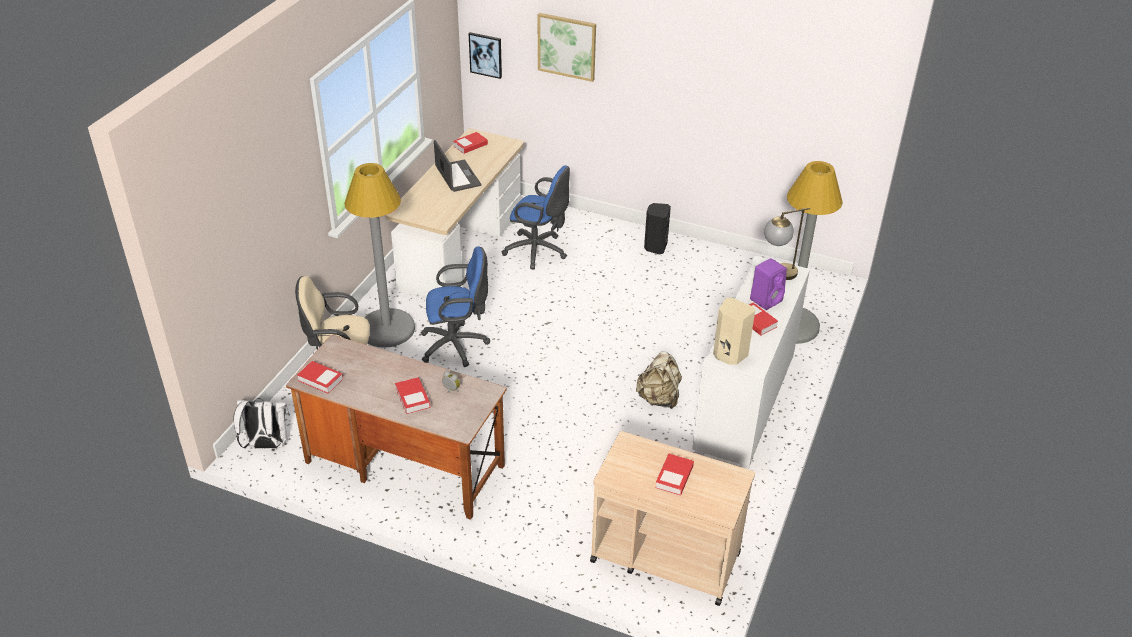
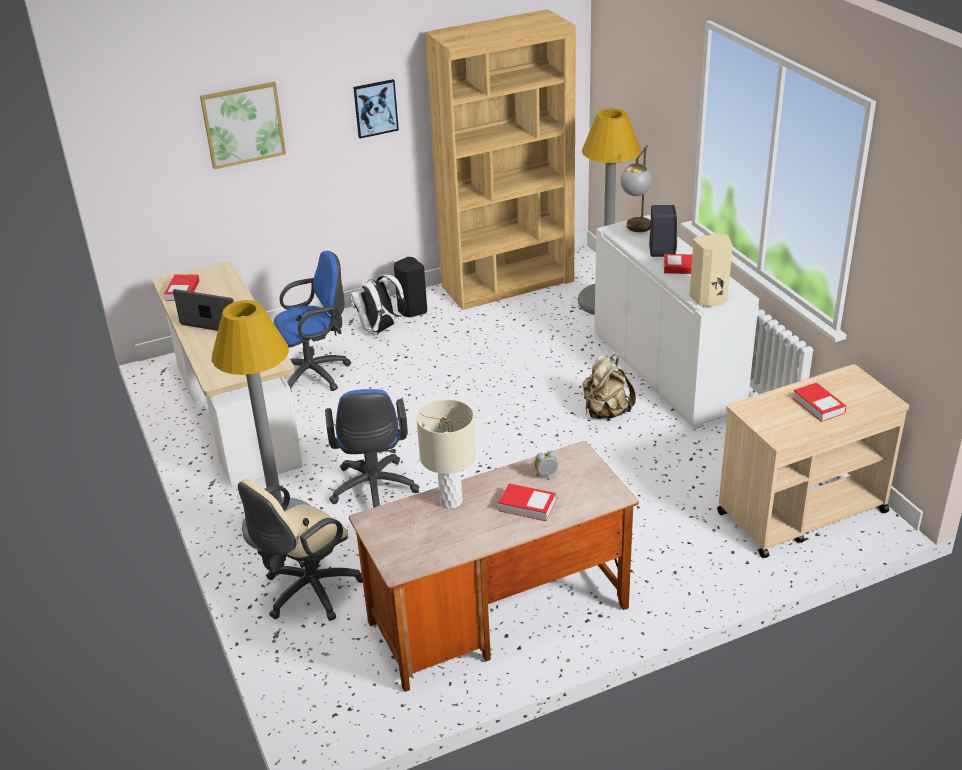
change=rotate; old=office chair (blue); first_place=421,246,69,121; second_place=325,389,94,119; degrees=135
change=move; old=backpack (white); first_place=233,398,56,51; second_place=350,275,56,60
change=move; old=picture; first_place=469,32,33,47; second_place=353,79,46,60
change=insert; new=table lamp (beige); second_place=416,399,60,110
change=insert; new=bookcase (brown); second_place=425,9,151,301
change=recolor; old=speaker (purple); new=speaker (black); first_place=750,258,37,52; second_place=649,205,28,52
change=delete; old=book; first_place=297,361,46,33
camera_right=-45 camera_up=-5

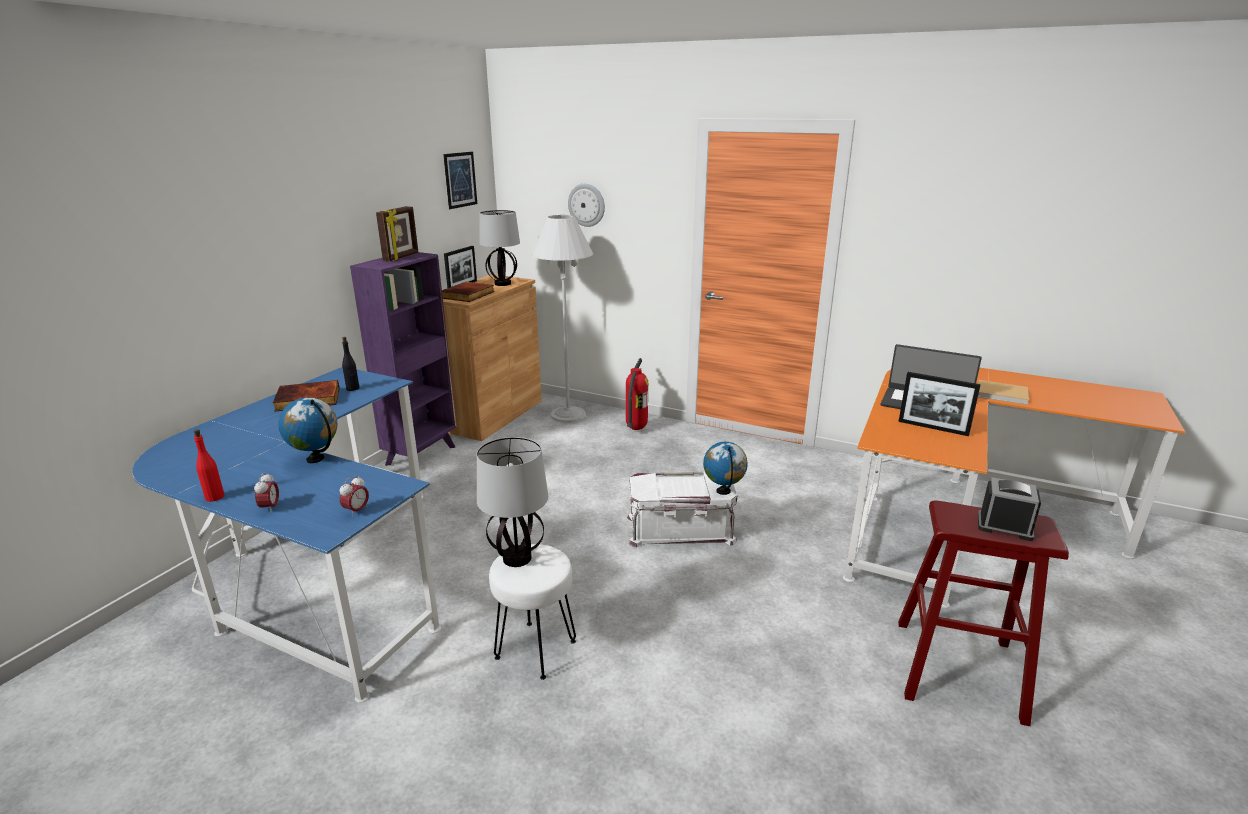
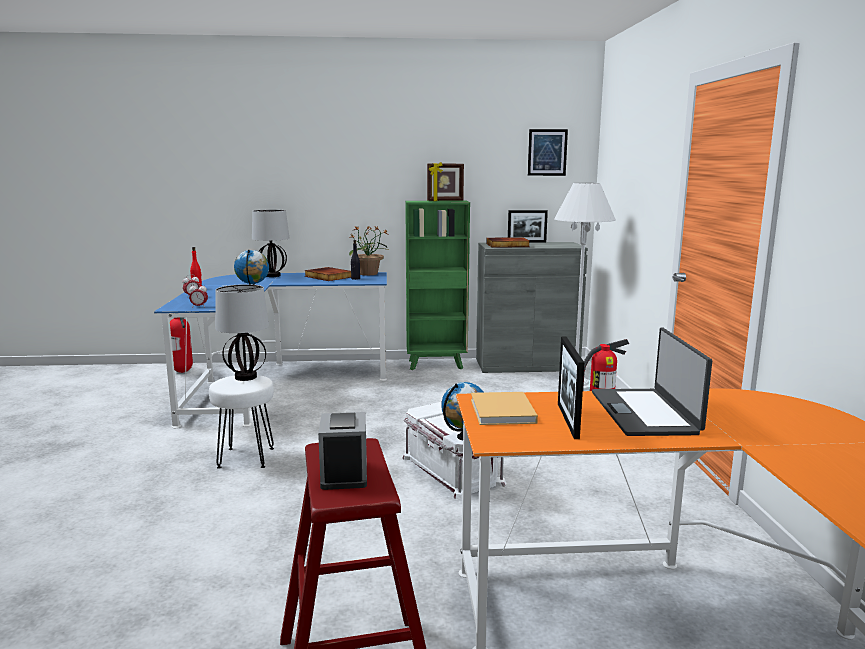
change=insert; new=fire extinguisher; second_place=170,318,23,55
change=move; old=table lamp; first_place=480,210,40,76; second_place=252,209,37,68
change=insert; new=potted plant; second_place=349,225,41,50
change=recolor; old=bookcase (purple); new=bookcase (green); first_place=350,252,107,214; second_place=405,201,65,169
change=move; old=book (beige); first_place=978,380,51,25; second_place=471,392,67,33
change=recolor; old=cabinet (brown); new=cabinet (grey); first_place=443,274,99,167; second_place=476,242,112,131
change=delete; old=wall clock; first_place=568,184,37,43
camera_right=60 camera_up=-10

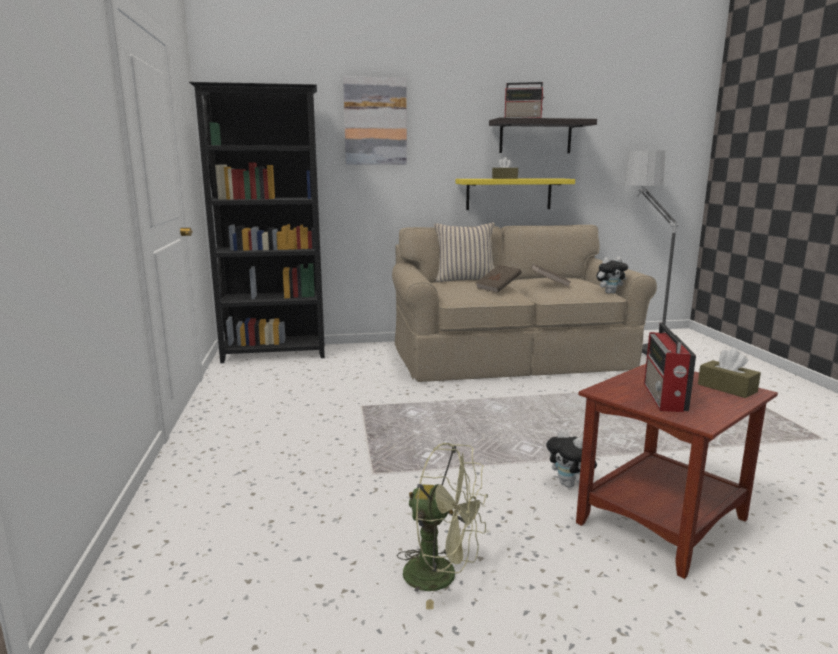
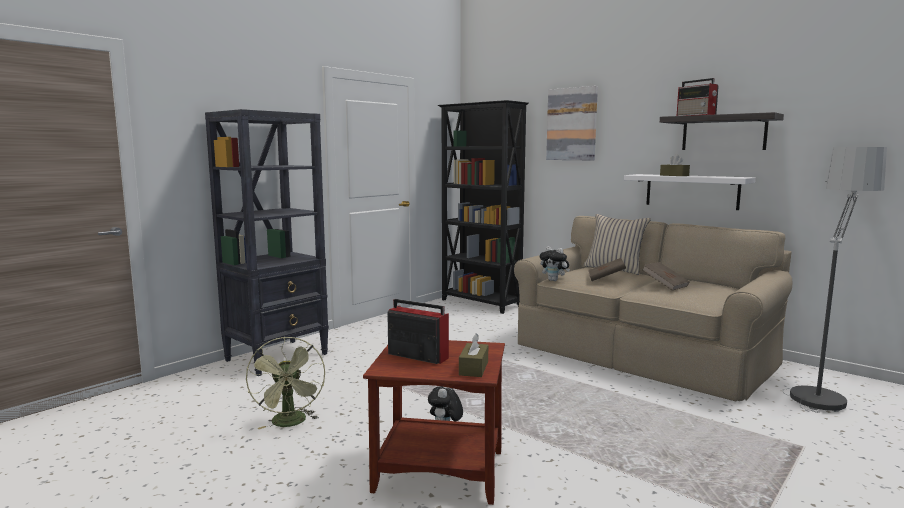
change=insert; new=bookcase (black); second_place=205,109,124,267
change=rotate; old=radio; first_place=644,323,52,89; second_place=387,299,62,65; degrees=60
change=move; old=plush toy; first_place=597,257,31,37; second_place=540,246,30,35
change=recolor; old=shelf (yellow); new=shelf (white); first_place=456,178,119,32; second_place=624,174,132,36
camera_right=50 camera_up=-5

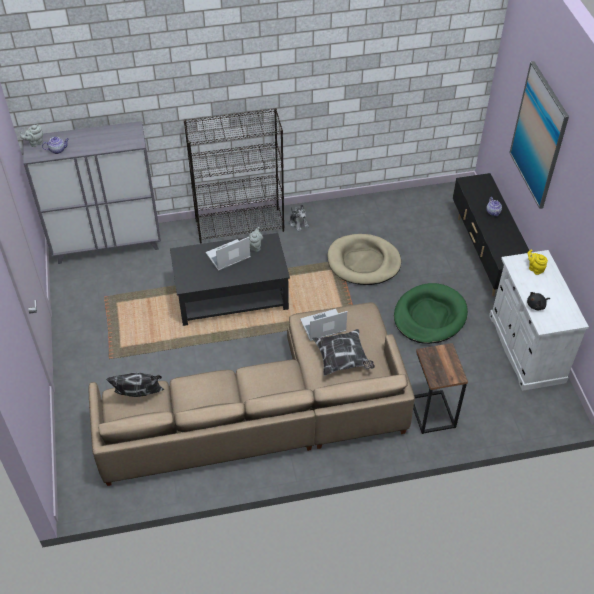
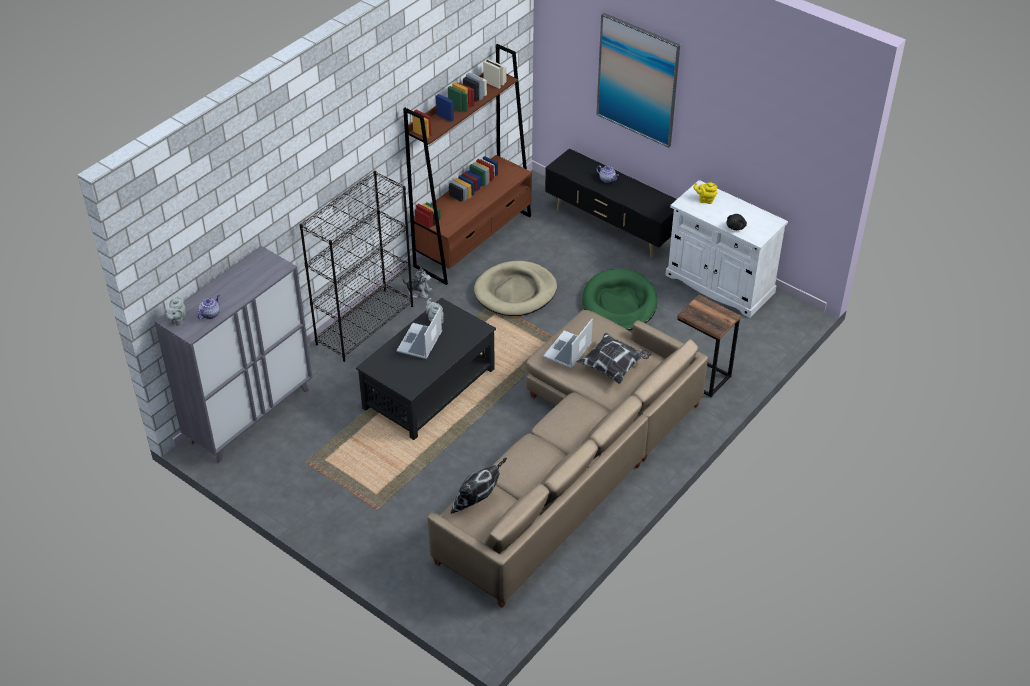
change=insert; new=bookcase (brown); second_place=403,44,129,241
camera_right=-40 camera_up=-5

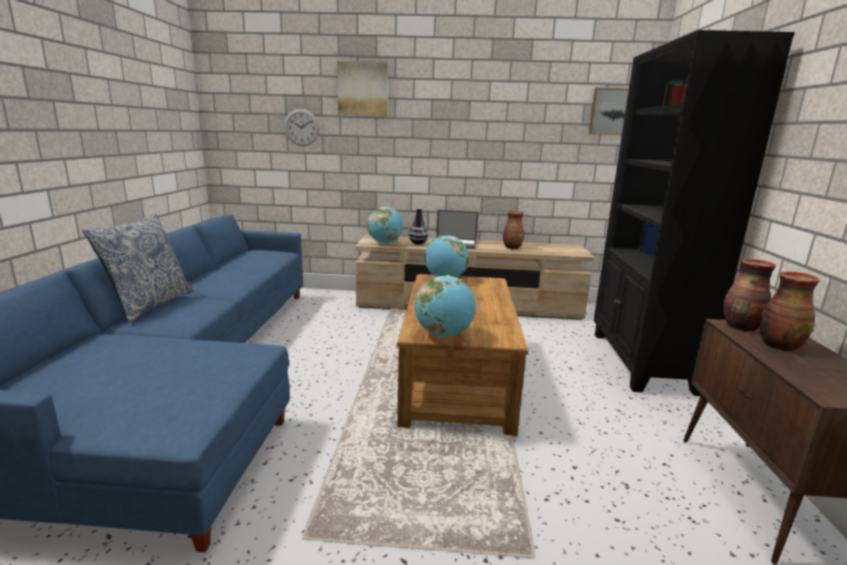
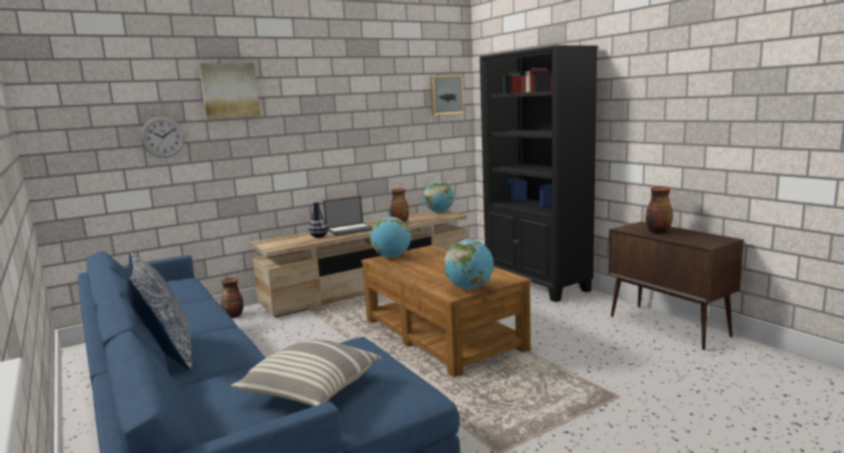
change=move; old=vase; first_place=723,259,53,73; second_place=221,278,22,40
change=insert; new=pillow; second_place=231,340,150,66
change=move; old=globe; first_place=367,207,36,37; second_place=423,181,31,31
camera_right=-35 camera_up=-5

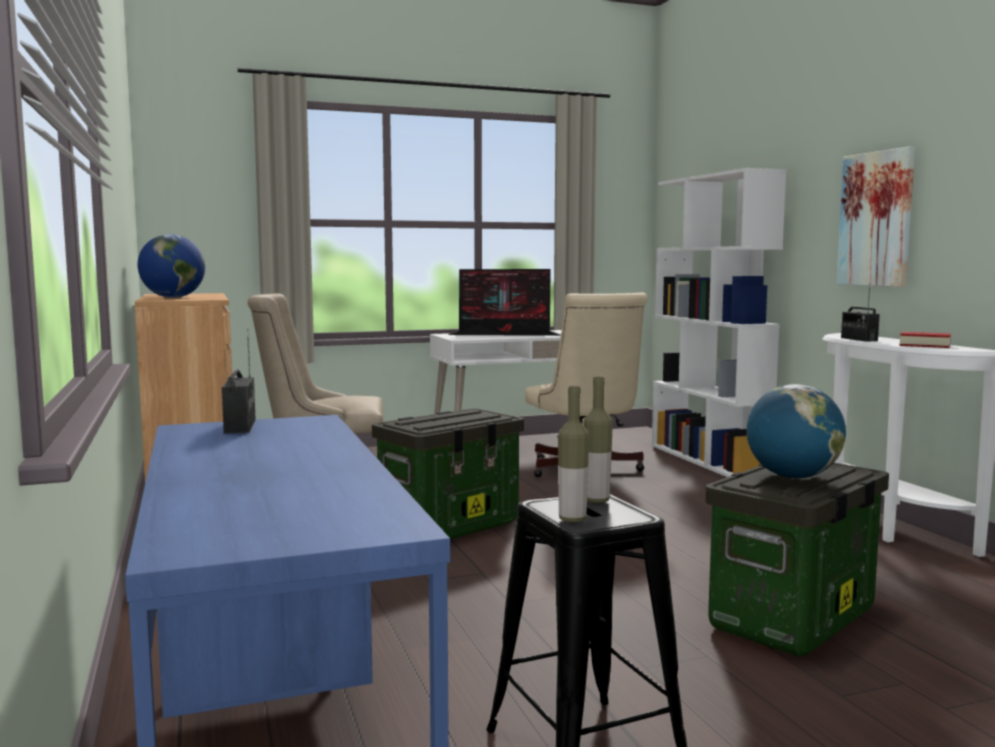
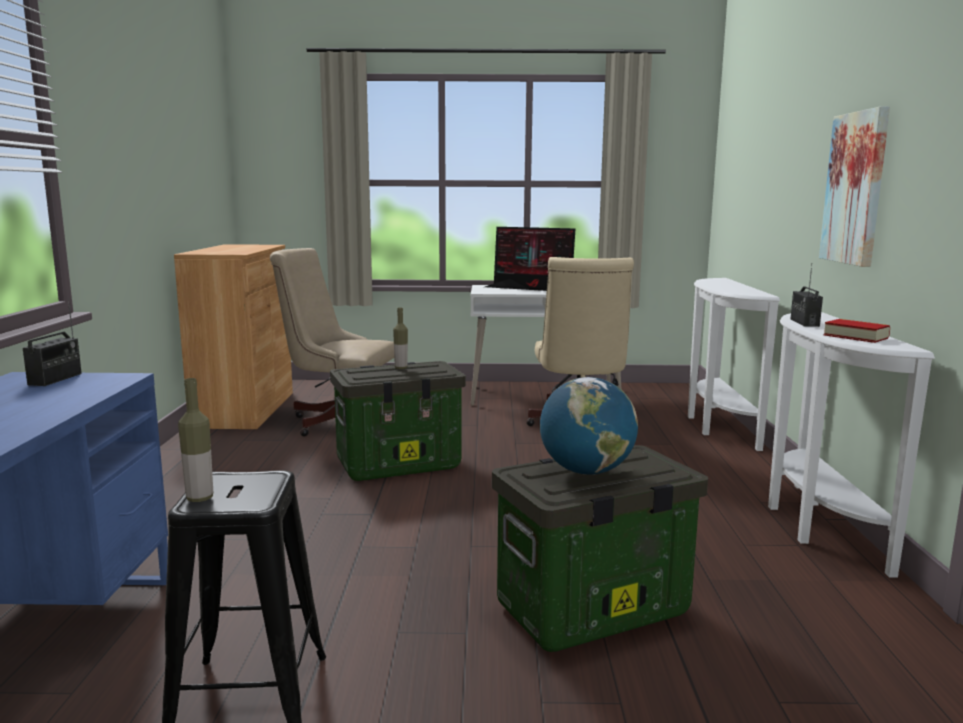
change=move; old=bottle; first_place=584,377,29,126; second_place=393,308,15,61
change=replace; old=bookcase (white); new=console table (white); first_place=652,168,134,309; second_place=688,278,92,173
change=delete; old=globe; first_place=138,234,67,64
camera_right=20 camera_up=5

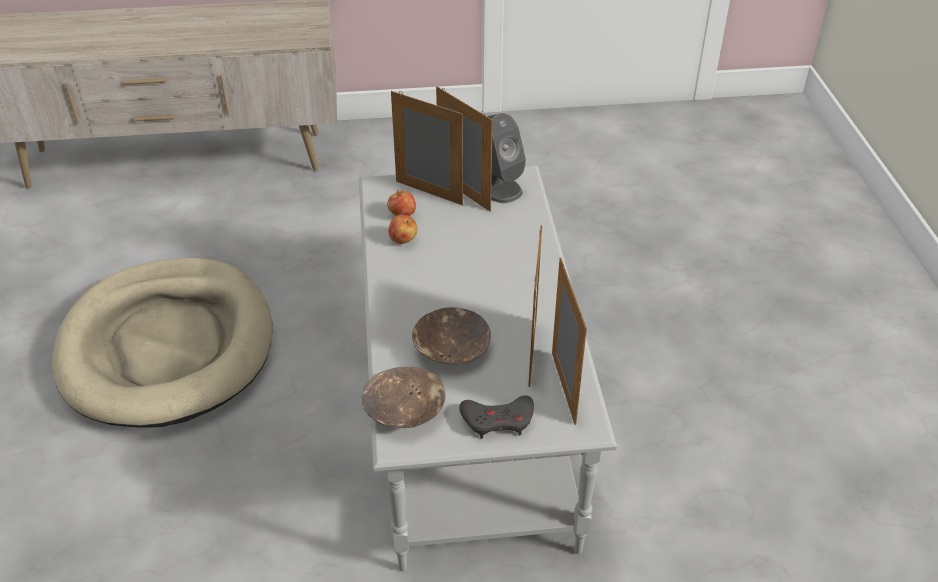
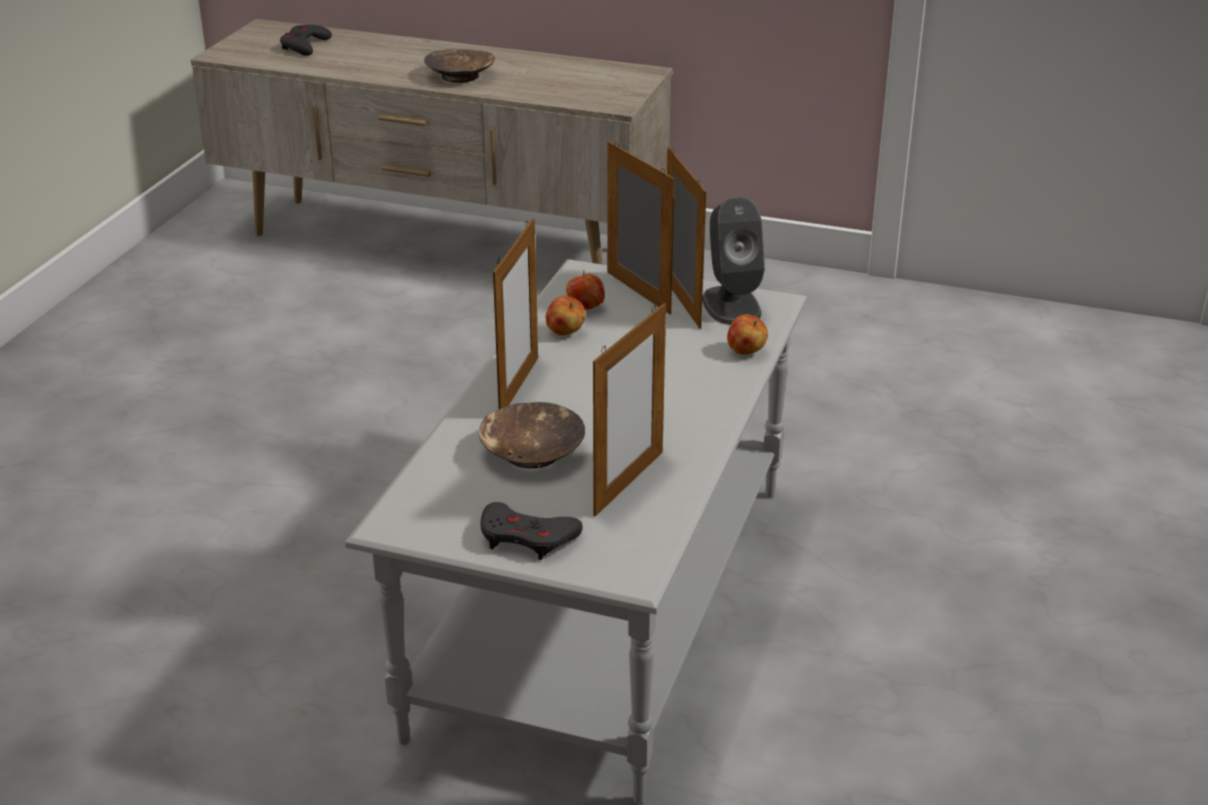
change=insert; new=game controller (grey); second_place=280,25,52,31
change=move; old=bowl (brown); first_place=361,366,84,62; second_place=424,49,71,34
change=move; old=picture frame; first_place=552,258,35,167; second_place=493,218,45,191
change=insert; new=apple; second_place=727,314,41,41
change=delete; old=dog bed (beige); first_place=52,258,220,170
camera_right=25 camera_up=-10

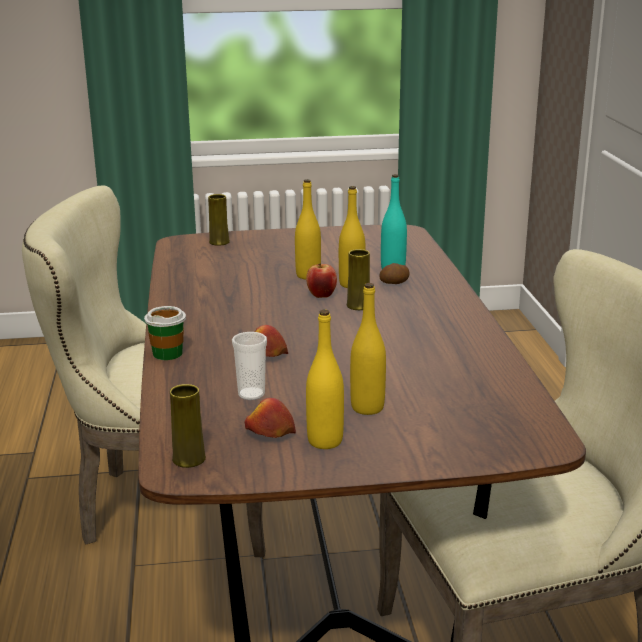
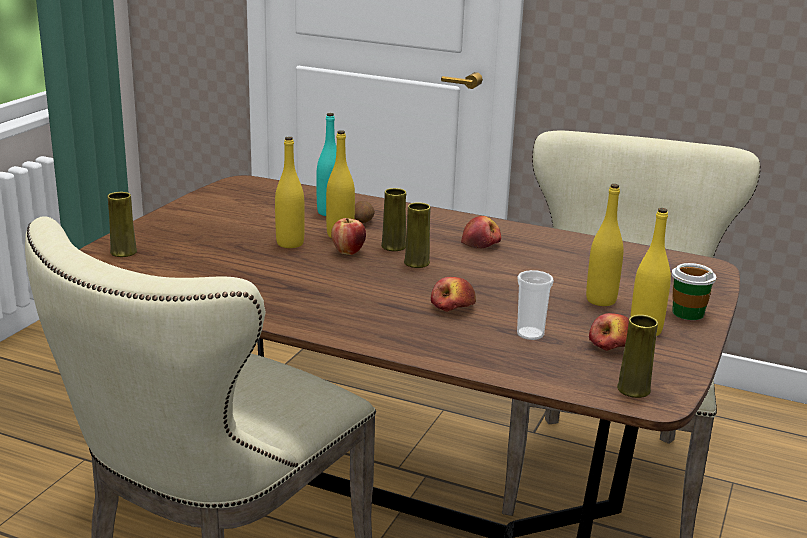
change=insert; new=vase (yellow); second_place=404,202,26,66
change=insert; new=apple; second_place=461,216,40,33
change=move; old=cup; first_place=144,306,42,54; second_place=672,263,44,57
camera_right=-60 camera_up=0

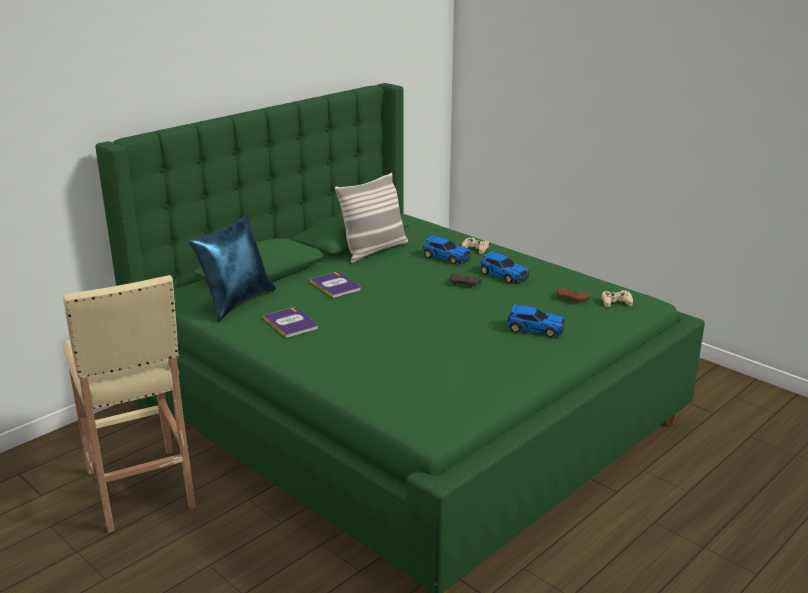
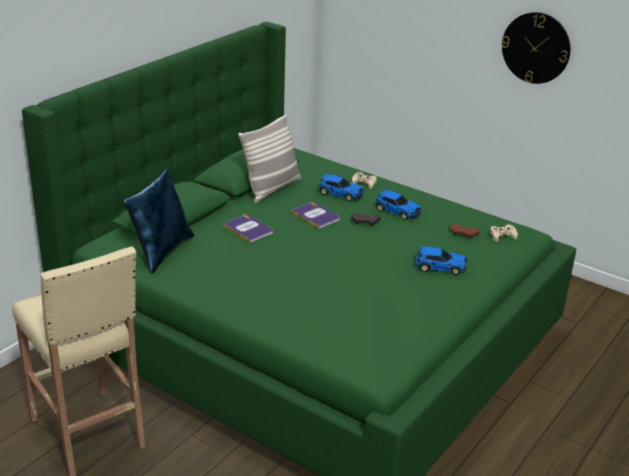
change=move; old=book; first_place=263,307,55,31; second_place=291,202,49,27
change=insert; new=wall clock; second_place=501,12,69,72
camera_right=-10 camera_up=5

